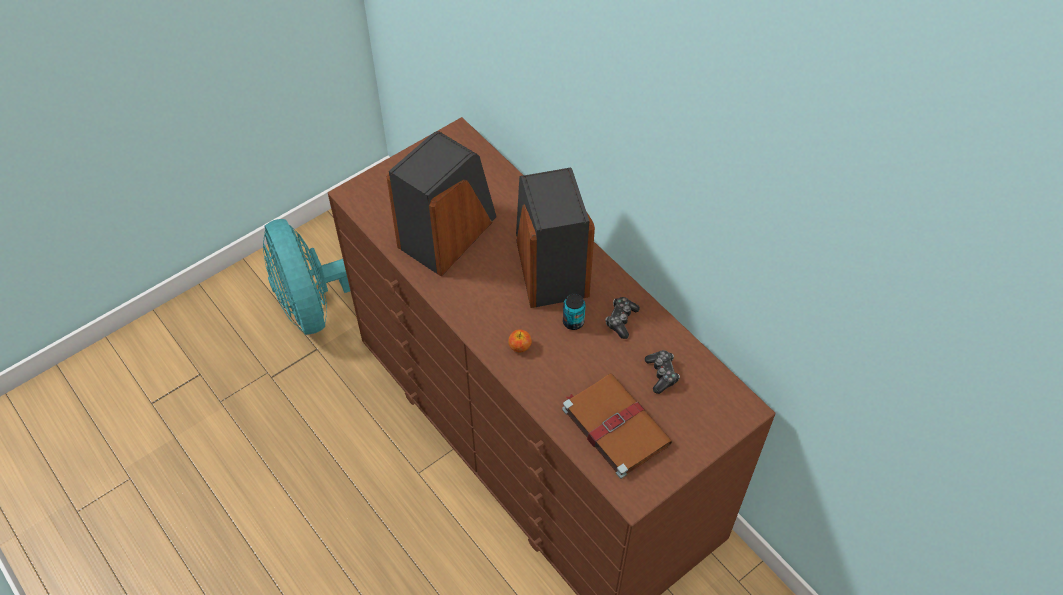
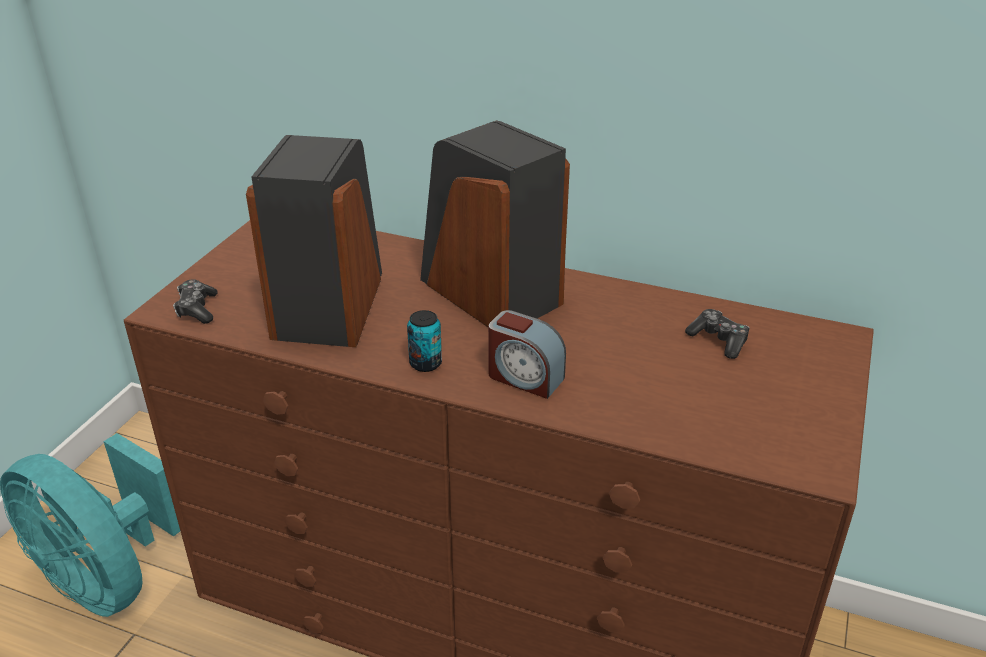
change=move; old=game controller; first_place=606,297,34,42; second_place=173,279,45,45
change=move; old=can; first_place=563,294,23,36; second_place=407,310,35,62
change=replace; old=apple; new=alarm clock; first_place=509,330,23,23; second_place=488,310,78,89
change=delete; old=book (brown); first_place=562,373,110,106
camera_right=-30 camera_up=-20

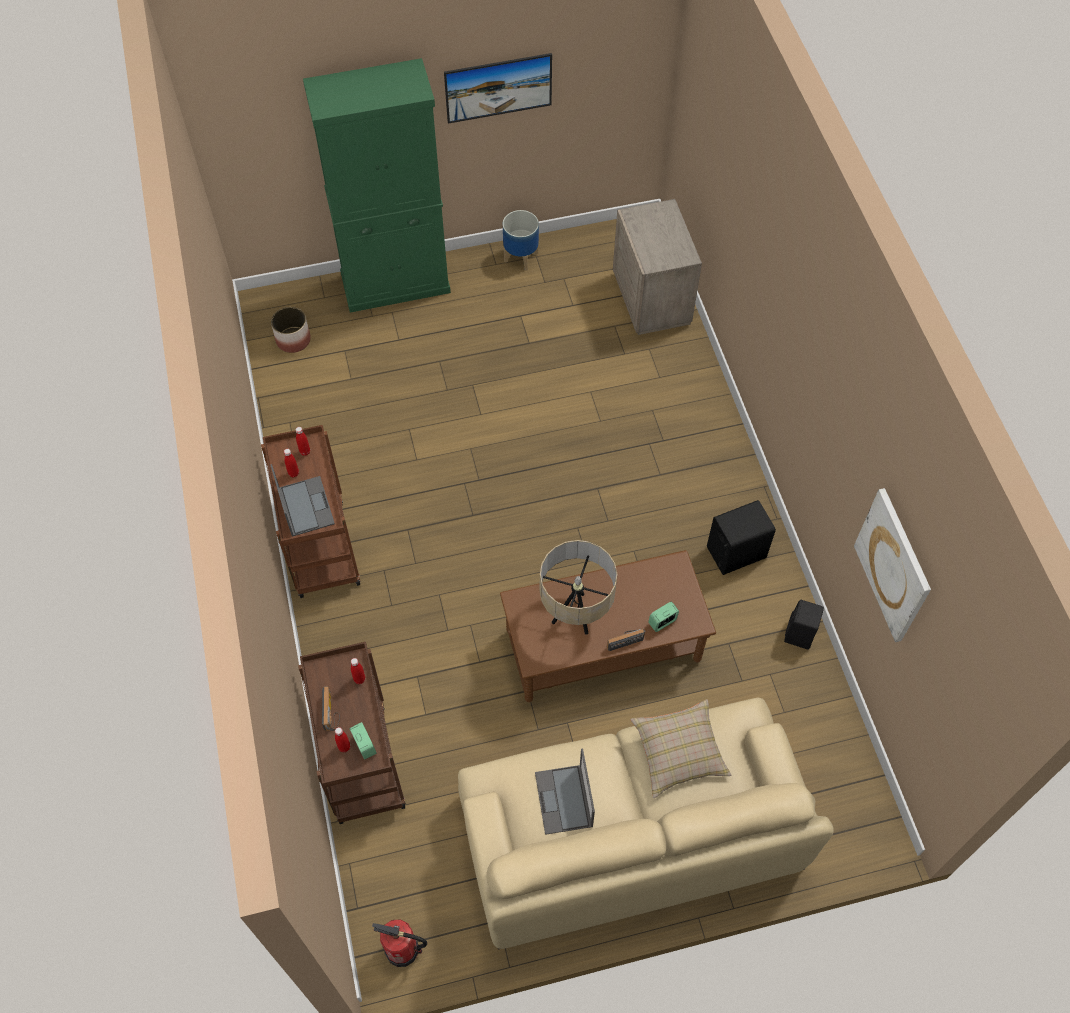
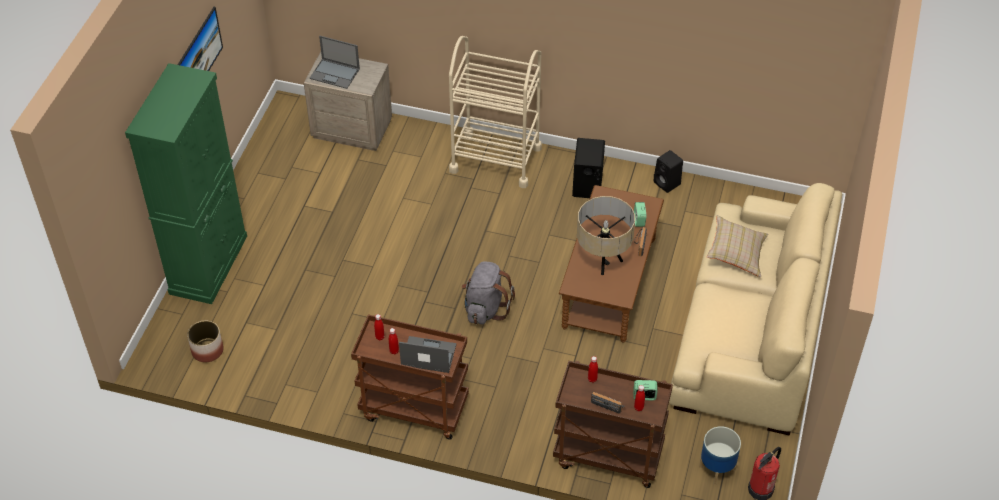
change=move; old=laptop; first_place=535,749,60,86; second_place=309,36,51,53
change=insert; new=cart (beige); second_place=449,36,93,152
change=insert; new=backpack (grey); second_place=461,262,54,63
change=move; old=planter; first_place=503,210,36,61; second_place=699,426,42,59
change=delete; old=picture; first_place=854,488,77,154
camera_right=-60 camera_up=-10

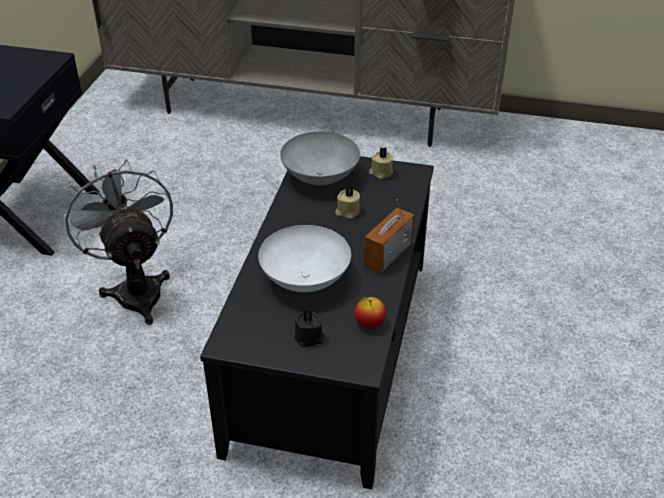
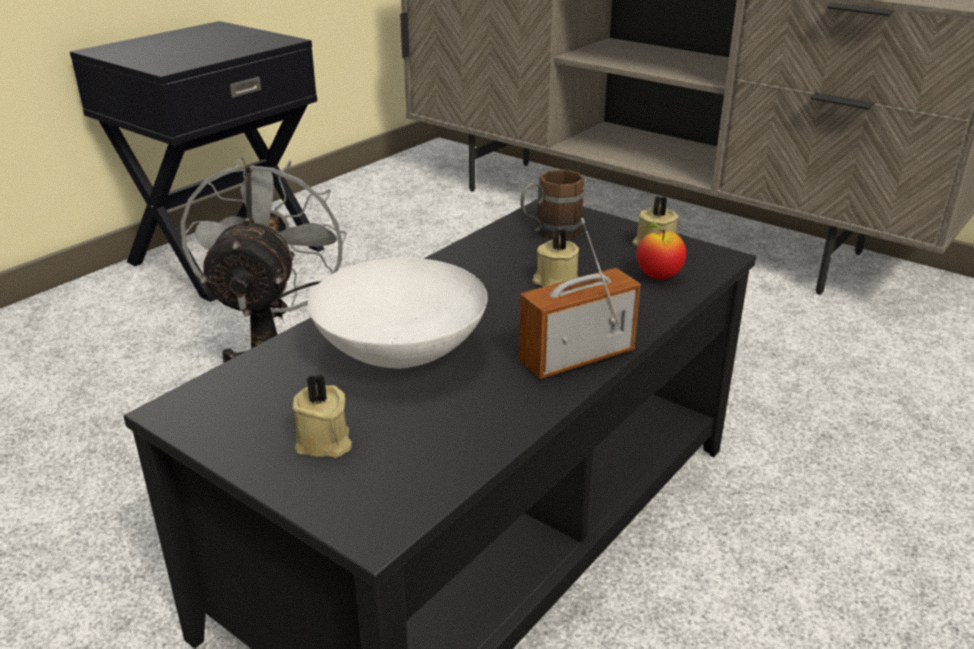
change=recolor; old=candle (black); new=candle (beige); first_place=294,309,31,38; second_place=293,375,59,83
change=replace; old=bowl (grey); new=mug (brown); first_place=280,131,80,54; second_place=520,170,65,70
change=move; old=apple; first_place=354,297,32,32; second_place=636,222,50,58
camera_right=25 camera_up=-10

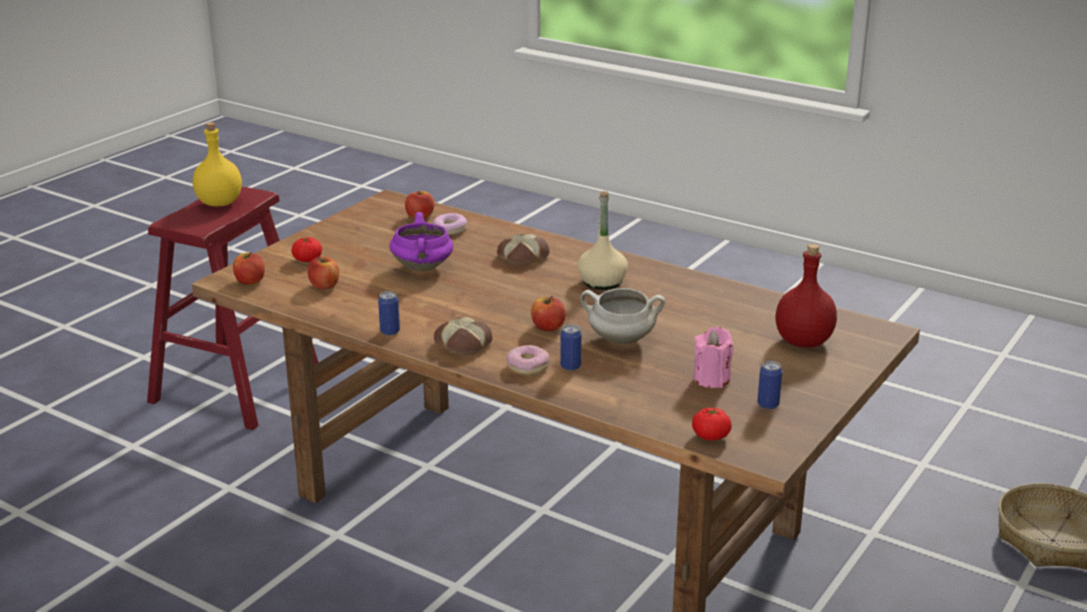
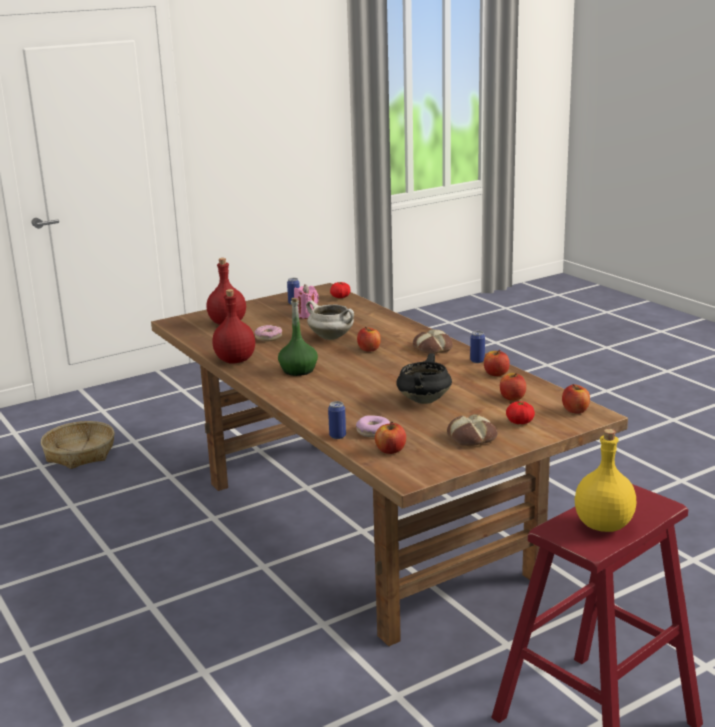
change=insert; new=bottle (red); second_place=212,289,43,75
change=move; old=donut; first_place=506,345,43,30; second_place=254,325,28,16
change=recolor; old=bottle (beige); new=bottle (green); first_place=578,191,50,99; second_place=278,298,40,78
change=move; old=can; first_place=560,324,22,47; second_place=328,401,18,38
change=recolor; old=cooking pot (purple); new=cooking pot (black); first_place=390,212,63,59; second_place=396,353,56,51
change=move; old=bread; first_place=497,234,53,32; second_place=447,414,51,32
change=insert; new=apple; second_place=484,350,26,26
camera_right=-155 camera_up=-5

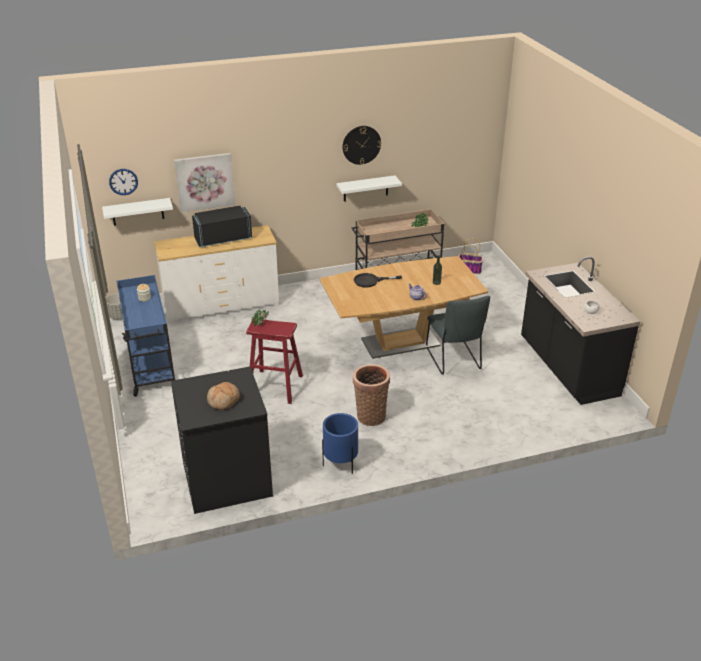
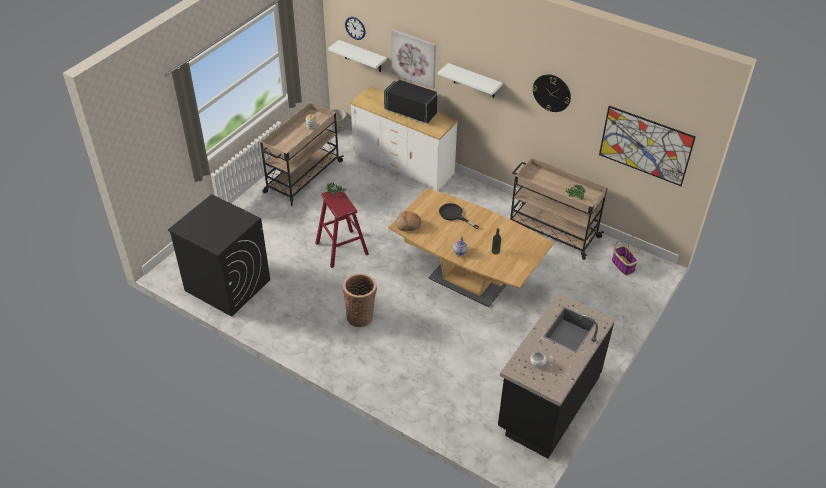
change=recolor; old=cart (blue); new=cart (beige); first_place=116,275,60,122; second_place=260,102,84,104
change=move; old=bread; first_place=207,382,33,28; second_place=396,211,25,20
change=move; old=shelf (white); first_place=336,175,66,26; second_place=438,63,65,35
change=insert; new=picture; second_place=599,106,97,80
change=delete; old=planter (blue); first_place=322,413,36,61
change=delete; old=chair (grey); first_place=426,296,64,79
camera_right=50 camera_up=10

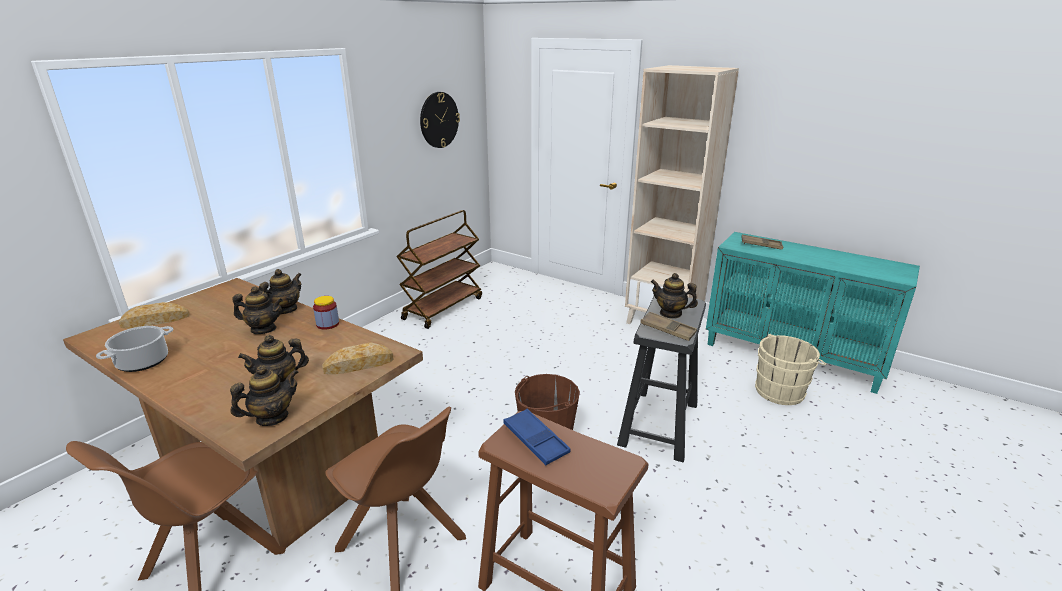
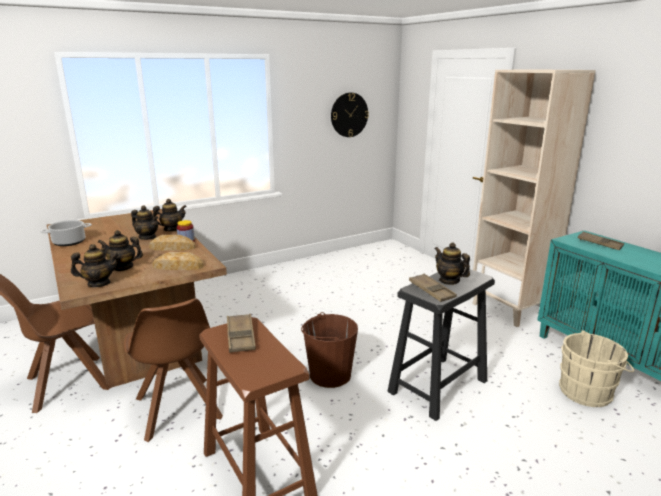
change=move; old=bread; first_place=119,302,70,27; second_place=149,235,47,16
change=recolor; old=tray (blue); new=tray (brown); first_place=503,409,68,56; second_place=227,314,29,39
change=delete; old=cart (brown); first_place=396,210,86,119
camera_right=25 camera_up=-5

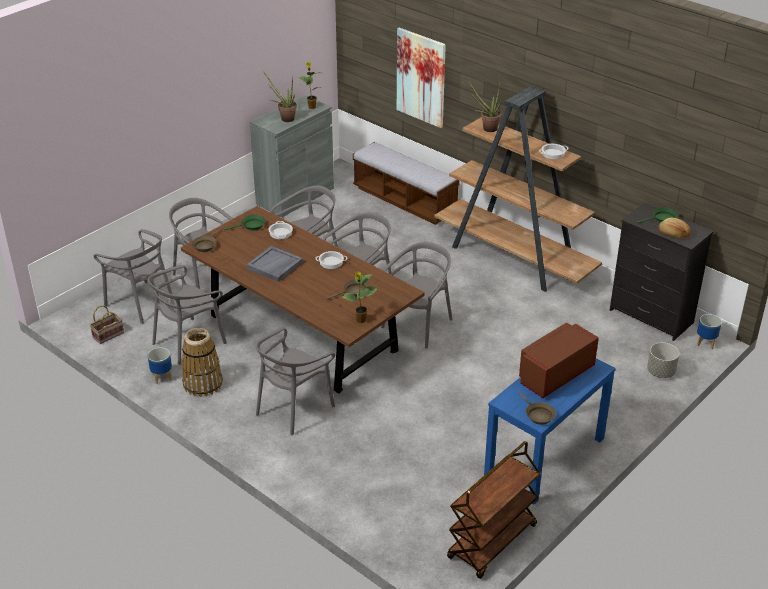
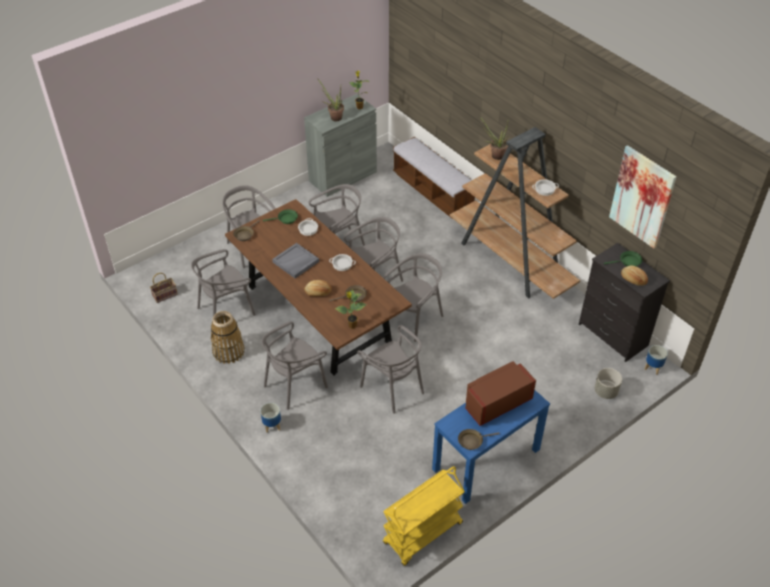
change=move; old=planter; first_place=148,347,24,37; second_place=260,403,21,30
change=insert; new=bread; second_place=305,280,27,16
change=move; old=chair (grey); first_place=93,229,80,95; second_place=357,325,67,89
change=recolor; old=cart (brown); new=cart (yellow); first_place=447,441,94,138; second_place=383,466,82,100
change=rotate; old=frying pan (brown); first_place=519,393,37,32; second_place=458,429,42,21; degrees=90
change=move; old=picture; first_place=397,28,49,100; second_place=609,145,67,103
camera_right=10 camera_up=10

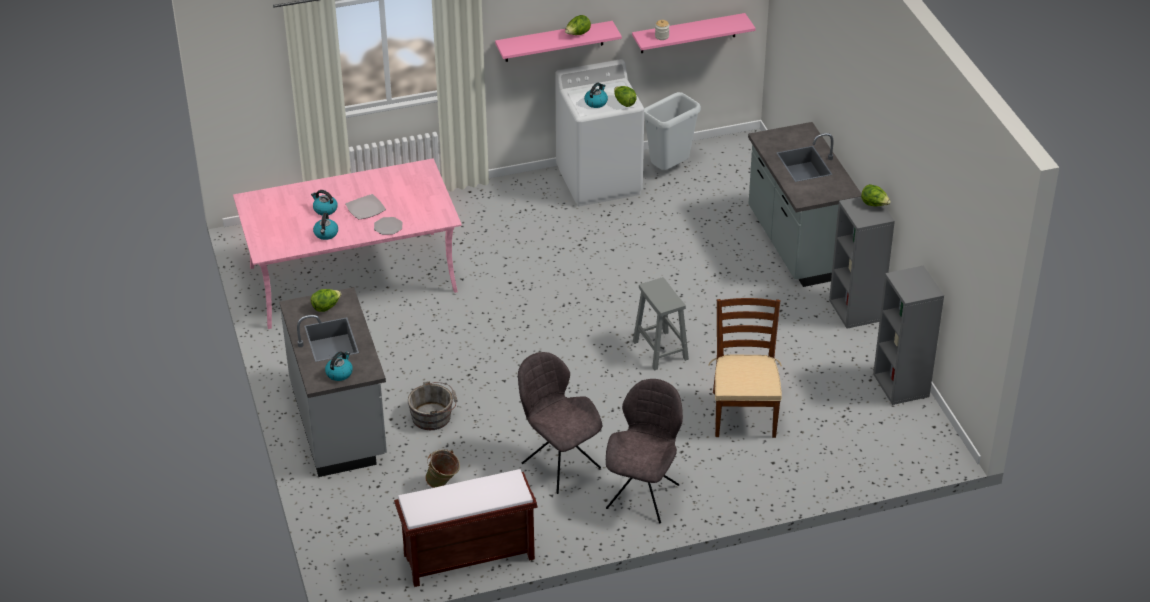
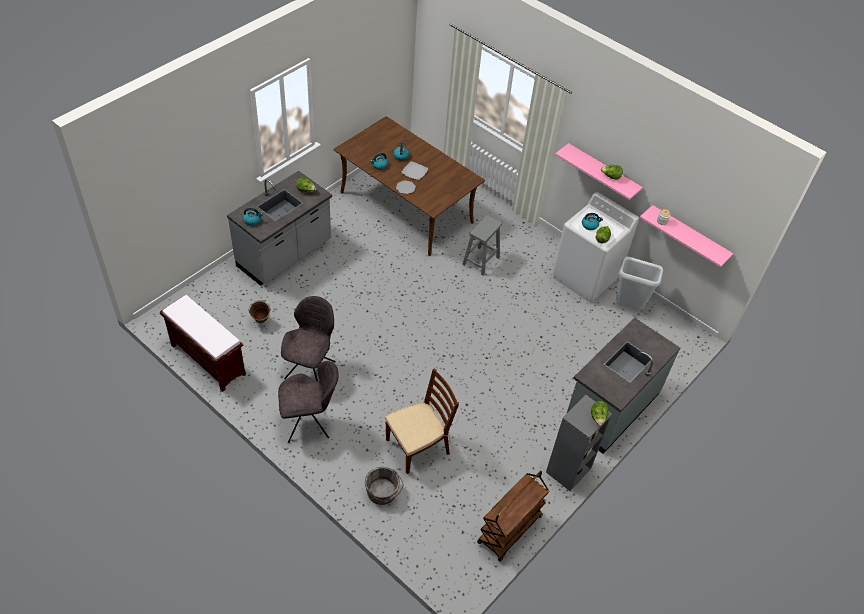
change=recolor; old=dining table (pink); new=dining table (brown); first_place=233,159,229,170; second_place=333,116,152,140
change=move; old=bucket (grey); first_place=408,381,50,49; second_place=365,467,38,38
change=move; old=stool (grey); first_place=633,277,56,93; second_place=462,215,40,61
change=replace; old=bookcase (grey); new=cart (brown); first_place=873,266,71,139; second_place=477,471,73,90
camera_right=55 camera_up=10

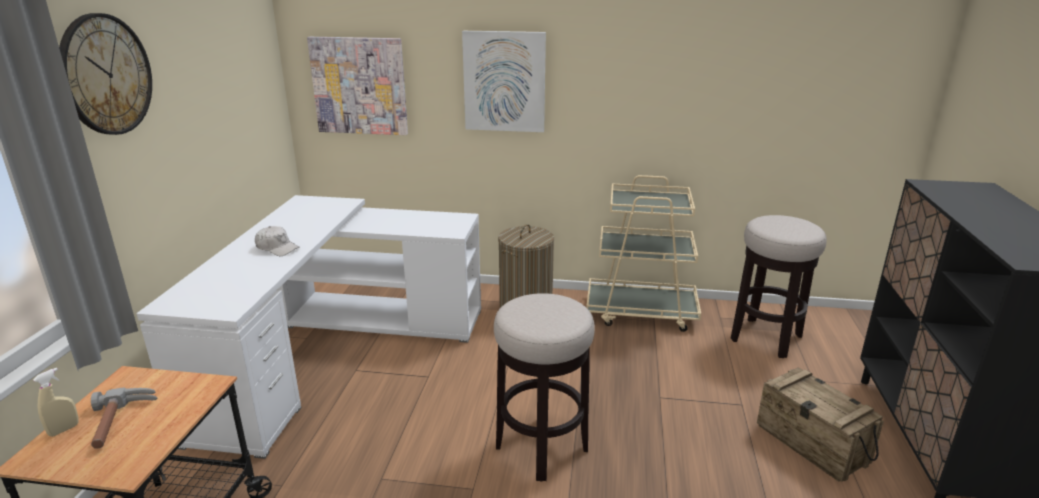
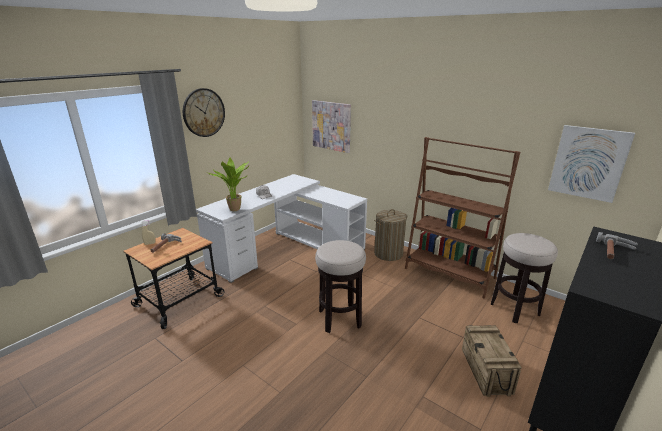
change=insert; new=potted plant; second_place=207,158,43,53
change=replace; old=cart (beige); new=bookcase (brown); first_place=586,175,115,157; second_place=405,137,115,161
change=move; old=picture; first_place=462,31,84,101; second_place=548,125,87,78
change=insert; new=hammer; second_place=596,232,42,27
camera_right=30 camera_up=0

